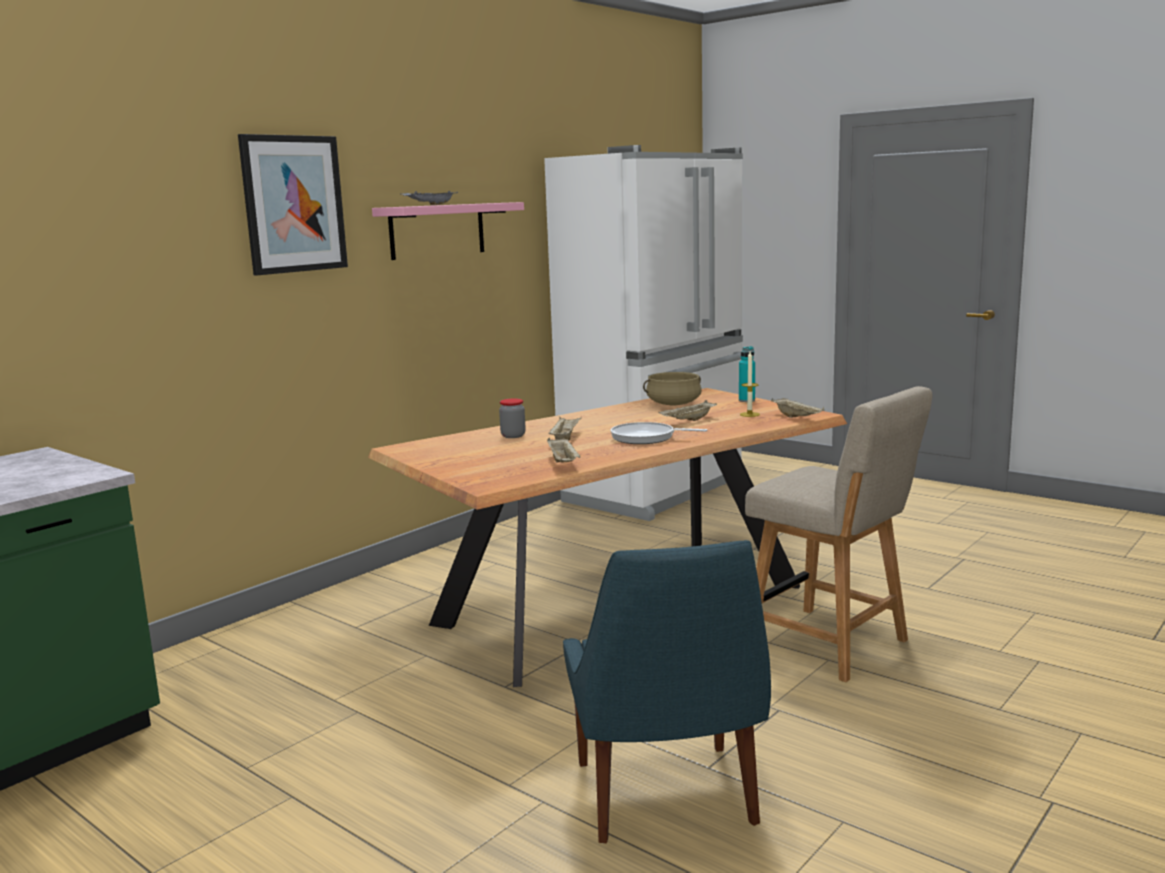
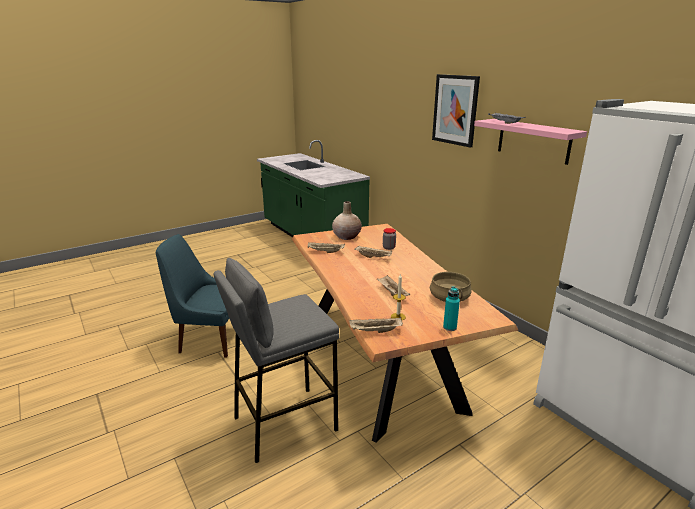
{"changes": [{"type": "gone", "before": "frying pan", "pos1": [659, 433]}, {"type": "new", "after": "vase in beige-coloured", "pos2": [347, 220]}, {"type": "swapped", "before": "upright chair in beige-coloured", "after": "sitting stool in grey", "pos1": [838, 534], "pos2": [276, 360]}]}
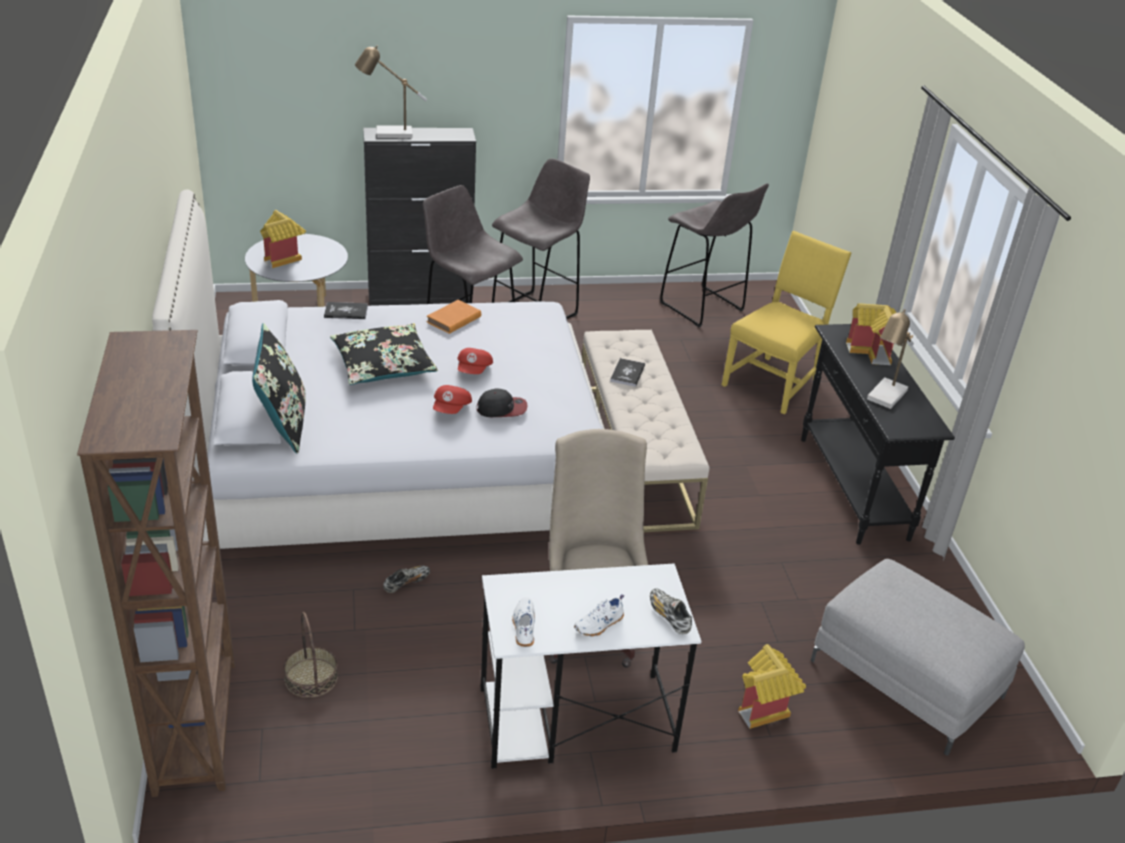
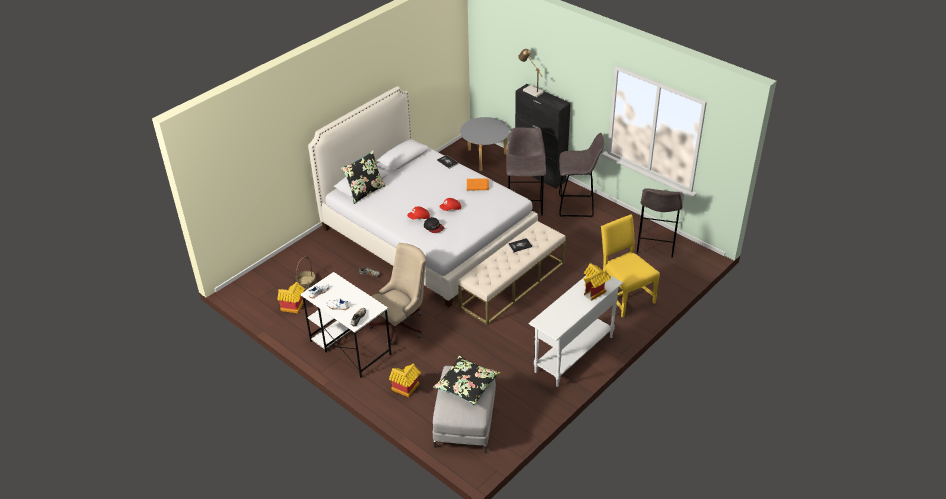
{"changes": [{"type": "gone", "before": "bookshelf in brown-coloured", "pos1": [156, 563]}, {"type": "gone", "before": "lamp for a table", "pos1": [890, 359]}, {"type": "shifted", "before": "model house", "pos1": [283, 239], "pos2": [291, 297]}, {"type": "shifted", "before": "pillow in blackish", "pos1": [384, 354], "pos2": [466, 381]}, {"type": "repainted", "before": "console table in blackish", "after": "console table in white", "pos1": [878, 434], "pos2": [575, 331]}, {"type": "rotated", "before": "upright chair in yellow", "pos1": [786, 322], "pos2": [630, 266], "turn": -120}]}
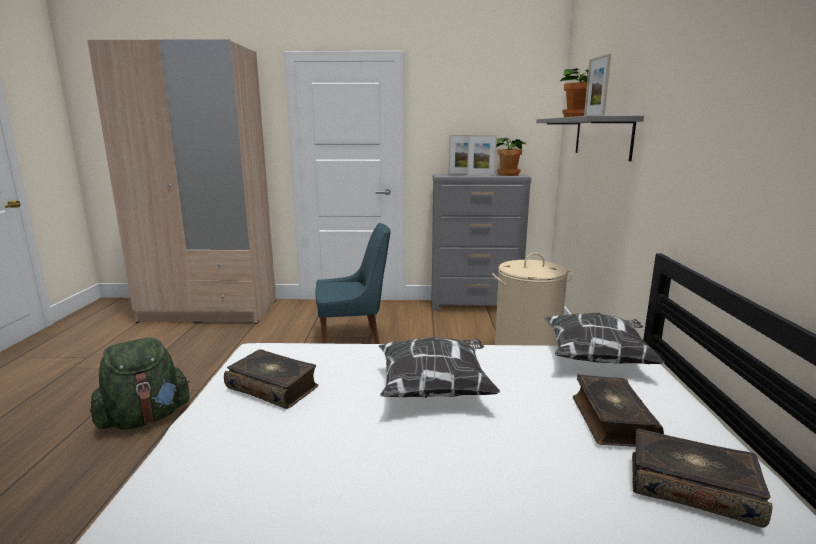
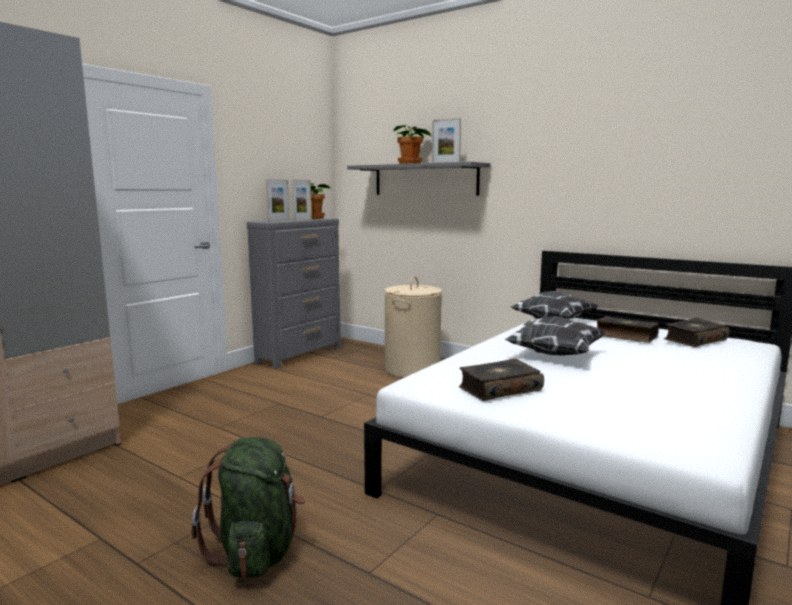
{"changes": [{"type": "gone", "before": "upright chair in bluish", "pos1": [353, 283]}]}
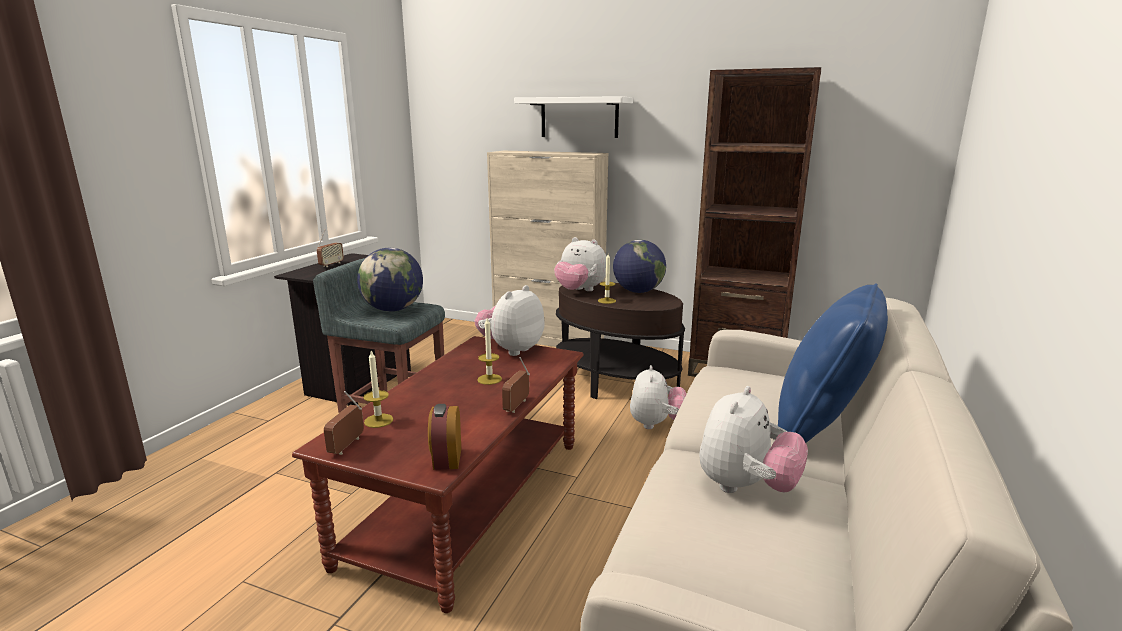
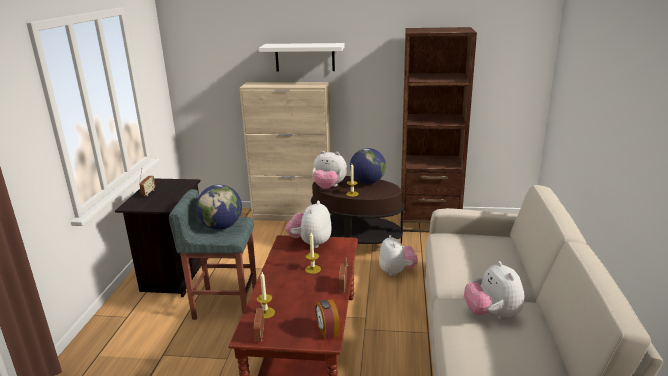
{"changes": [{"type": "gone", "before": "pillow in bluish", "pos1": [833, 363]}, {"type": "rotated", "before": "plush toy", "pos1": [754, 439], "pos2": [494, 290], "turn": 150}]}
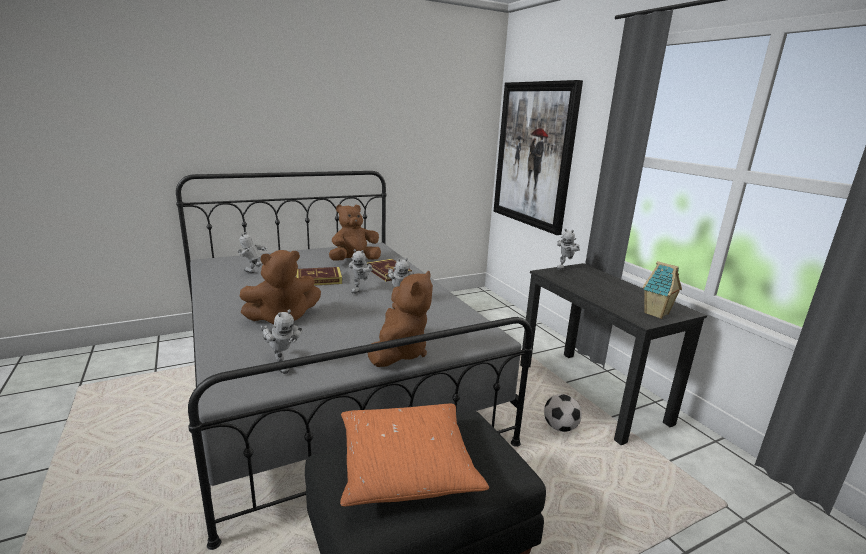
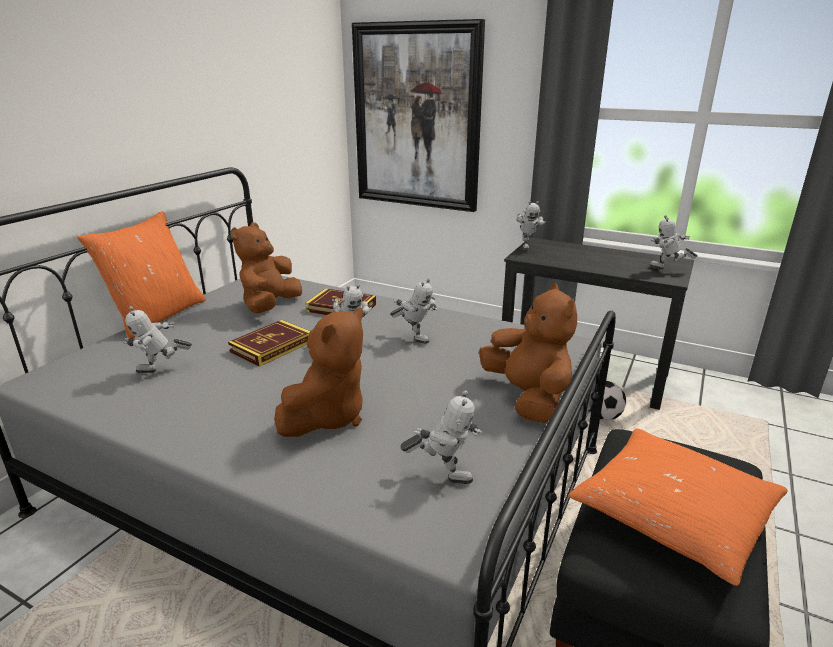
{"changes": [{"type": "new", "after": "pillow in orange-coloured", "pos2": [141, 275]}, {"type": "swapped", "before": "model house", "after": "model robot", "pos1": [662, 290], "pos2": [674, 242]}]}
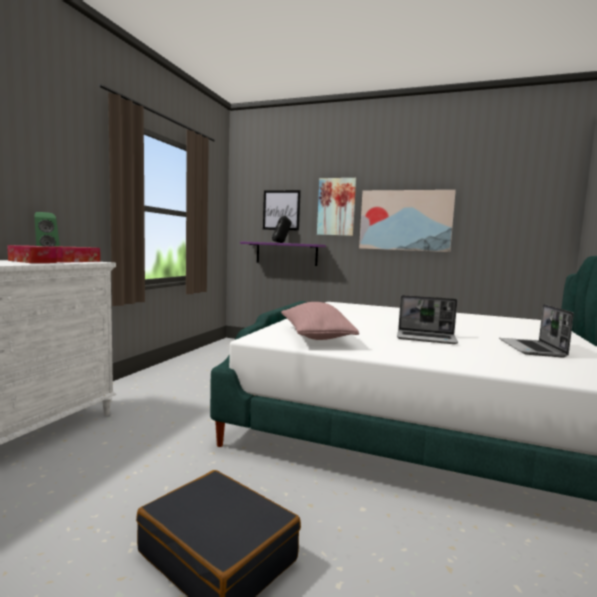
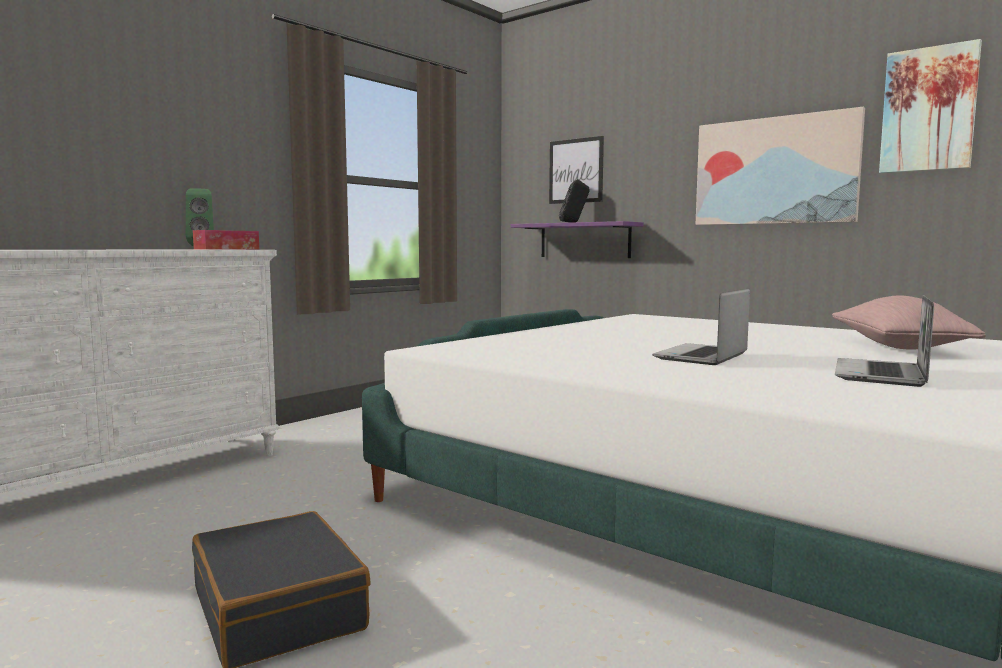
{"changes": [{"type": "gone", "before": "box of tissues", "pos1": [32, 254]}, {"type": "shifted", "before": "pillow in pink-coloured", "pos1": [320, 321], "pos2": [909, 322]}, {"type": "shifted", "before": "wall art", "pos1": [336, 207], "pos2": [930, 106]}, {"type": "rotated", "before": "portable computer", "pos1": [427, 319], "pos2": [701, 326], "turn": 90}]}
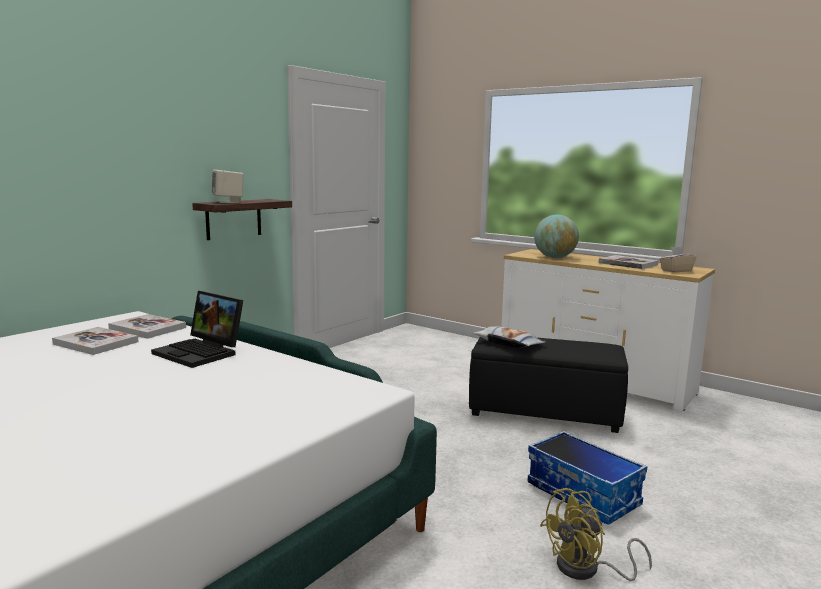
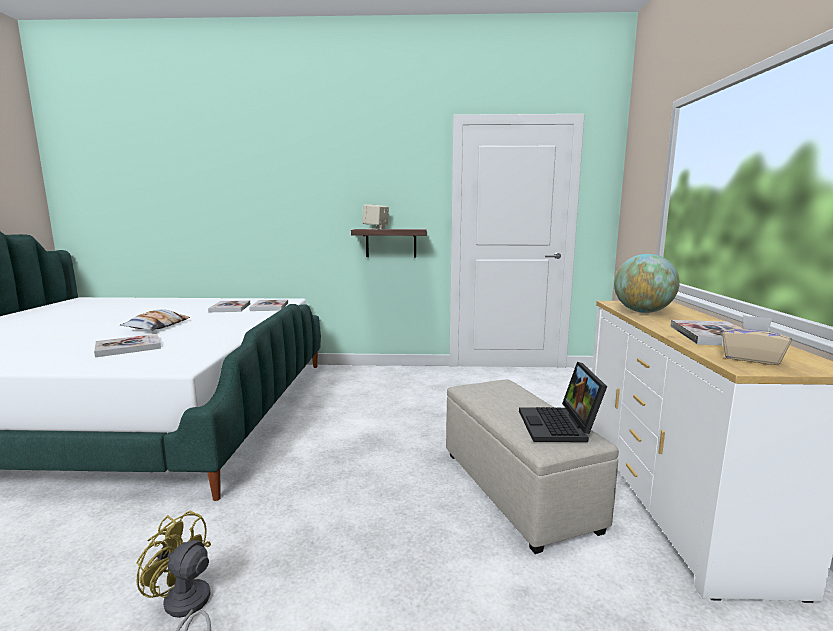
{"changes": [{"type": "gone", "before": "storage bin", "pos1": [587, 478]}, {"type": "new", "after": "volume", "pos2": [127, 345]}, {"type": "shifted", "before": "portable computer", "pos1": [197, 329], "pos2": [563, 402]}, {"type": "shifted", "before": "pillow", "pos1": [509, 337], "pos2": [154, 319]}, {"type": "repainted", "before": "footrest in blackish", "after": "footrest in beige-coloured", "pos1": [548, 385], "pos2": [532, 466]}]}
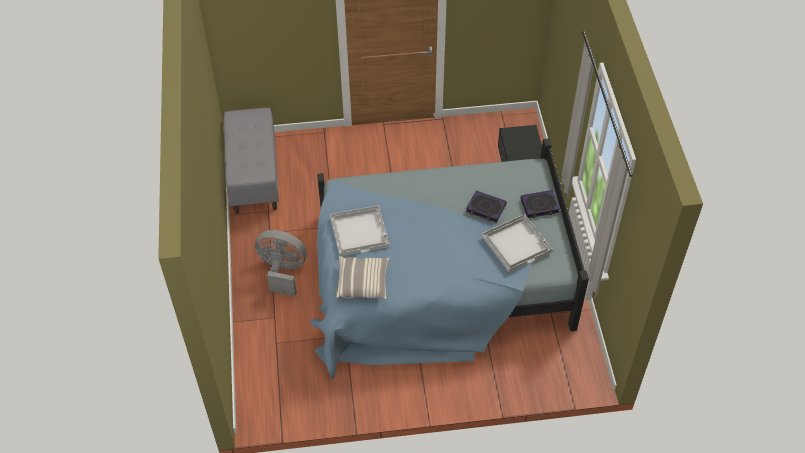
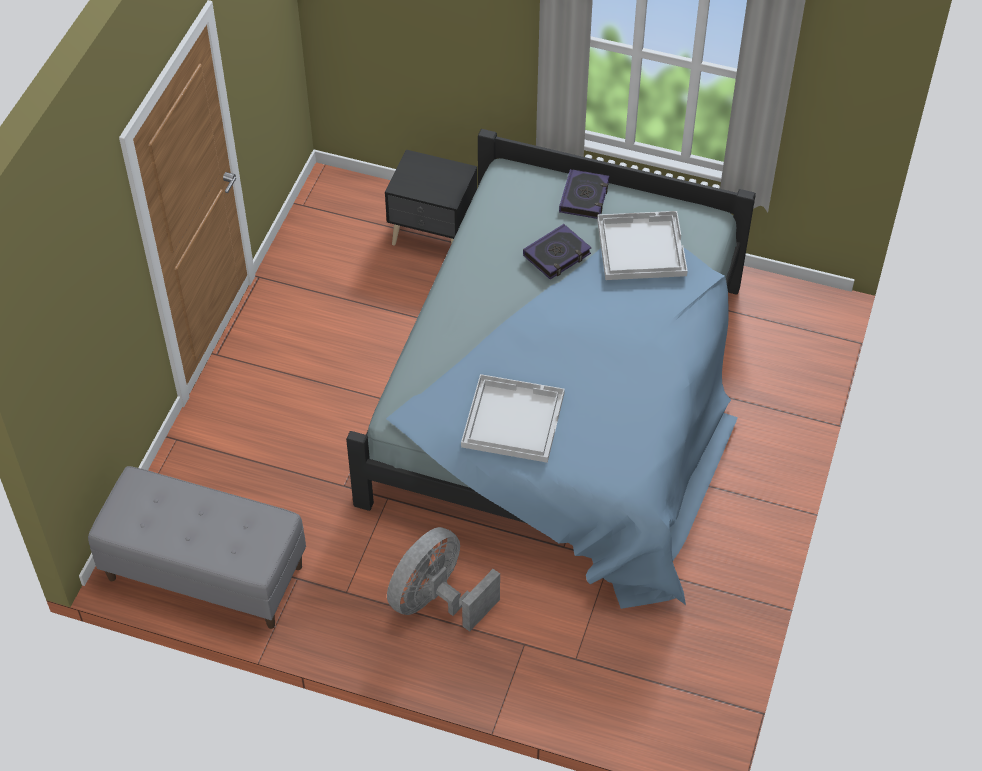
{"changes": [{"type": "gone", "before": "pillow", "pos1": [362, 277]}]}
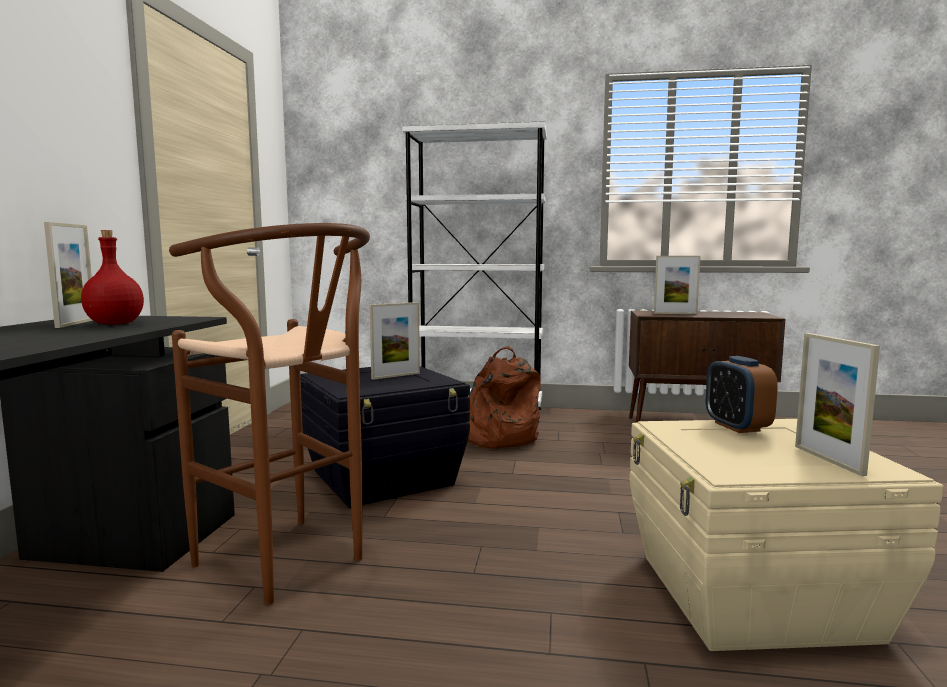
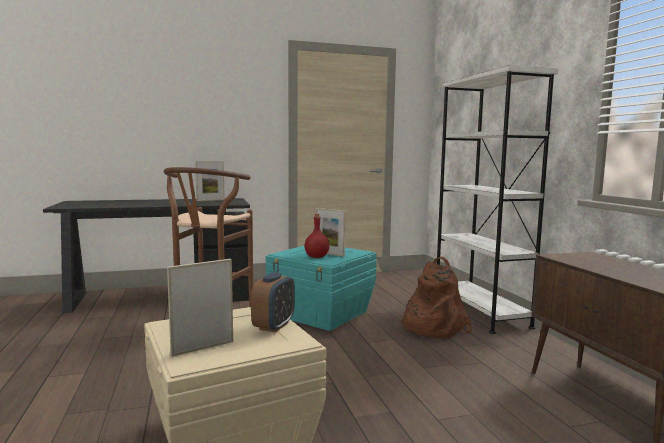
{"changes": [{"type": "gone", "before": "photo frame", "pos1": [677, 285]}, {"type": "shifted", "before": "drink bottle in reddish", "pos1": [112, 277], "pos2": [317, 236]}, {"type": "repainted", "before": "storage bin in blackish", "after": "storage bin in turquoise-coloured", "pos1": [385, 437], "pos2": [321, 288]}, {"type": "rotated", "before": "alarm clock", "pos1": [742, 394], "pos2": [273, 302], "turn": 150}]}
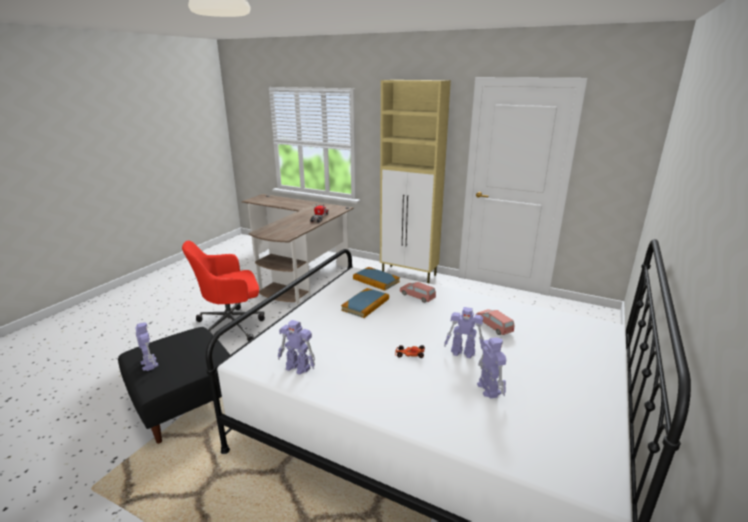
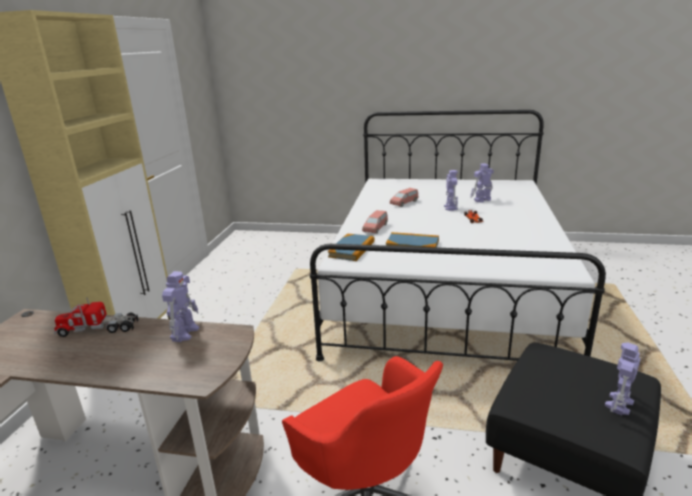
{"changes": [{"type": "shifted", "before": "model robot", "pos1": [296, 347], "pos2": [180, 306]}]}
